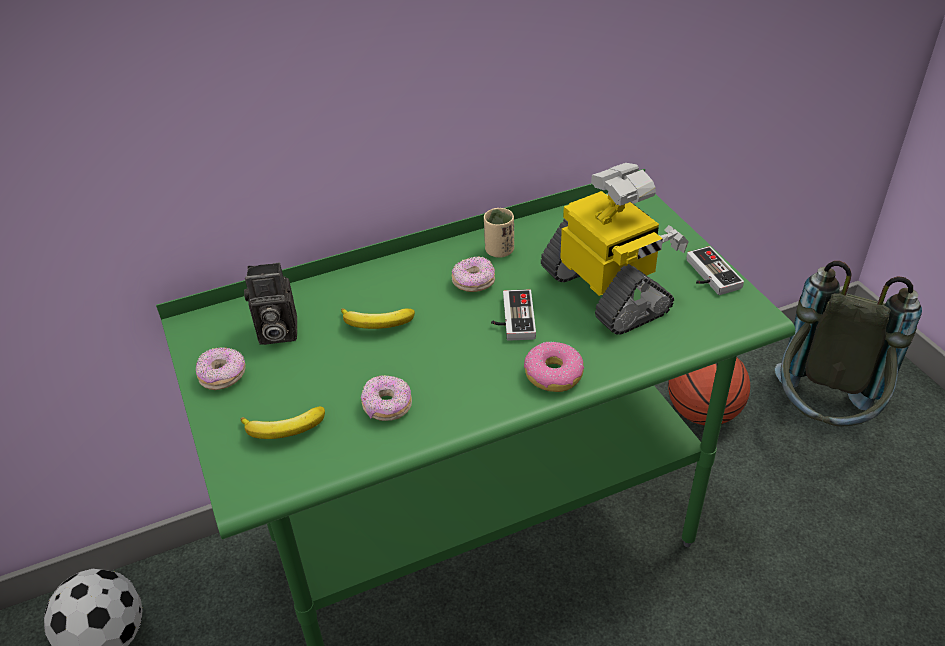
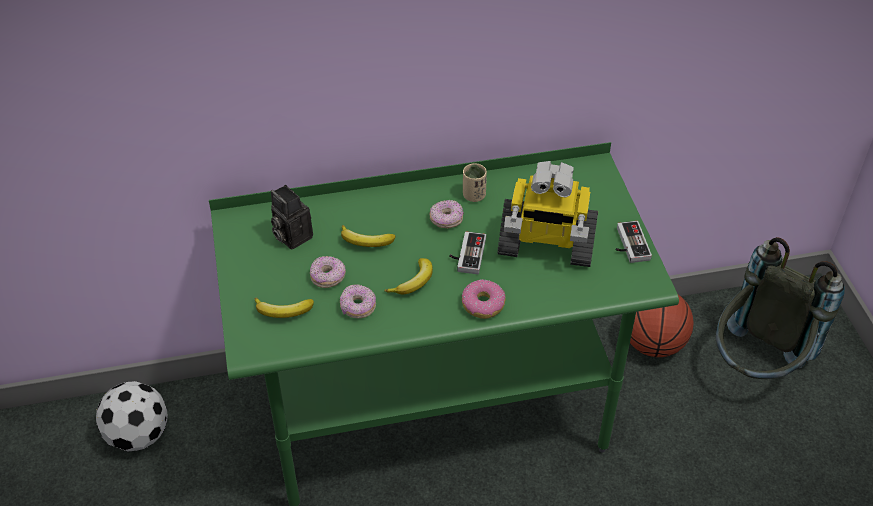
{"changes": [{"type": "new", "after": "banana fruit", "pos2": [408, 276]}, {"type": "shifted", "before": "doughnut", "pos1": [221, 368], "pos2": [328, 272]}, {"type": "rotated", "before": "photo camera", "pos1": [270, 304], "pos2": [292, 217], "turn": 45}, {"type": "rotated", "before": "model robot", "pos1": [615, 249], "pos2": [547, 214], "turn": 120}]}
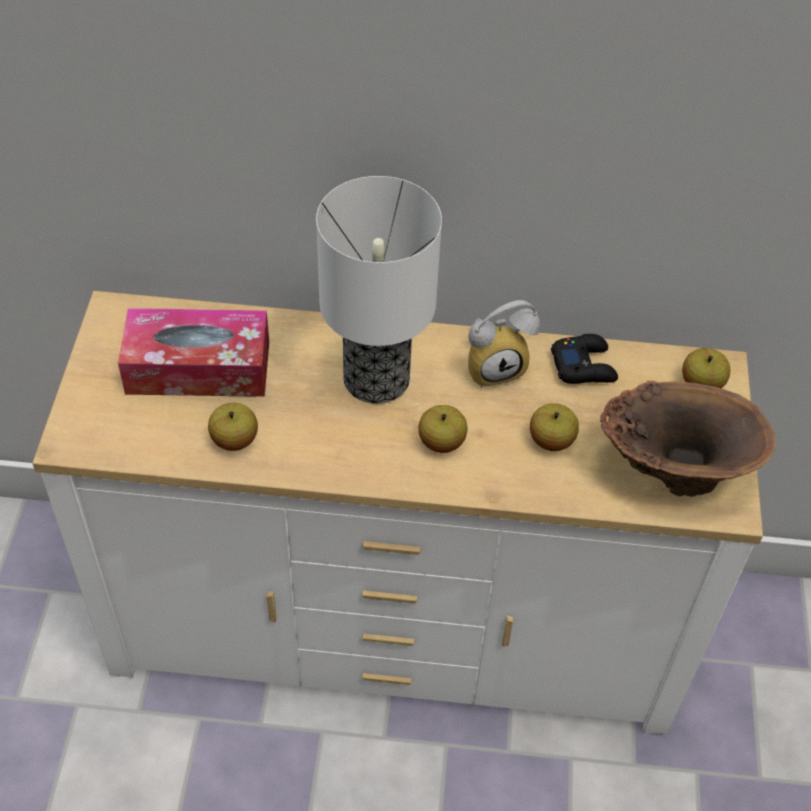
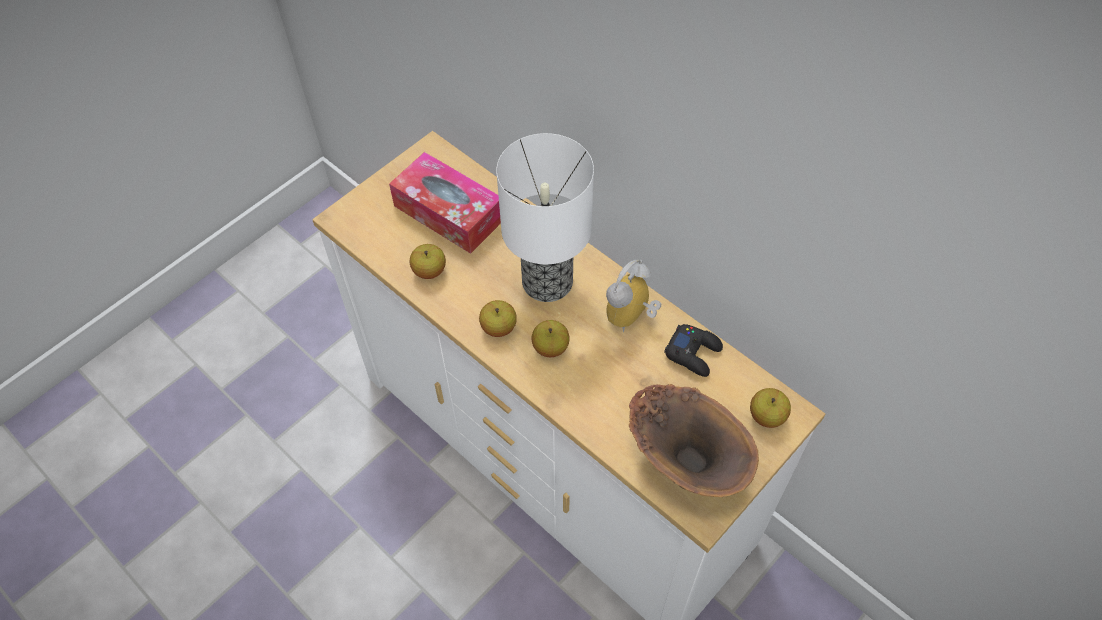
{"changes": [{"type": "shifted", "before": "apple", "pos1": [554, 427], "pos2": [498, 318]}, {"type": "rotated", "before": "alarm clock", "pos1": [504, 344], "pos2": [633, 295], "turn": 105}]}
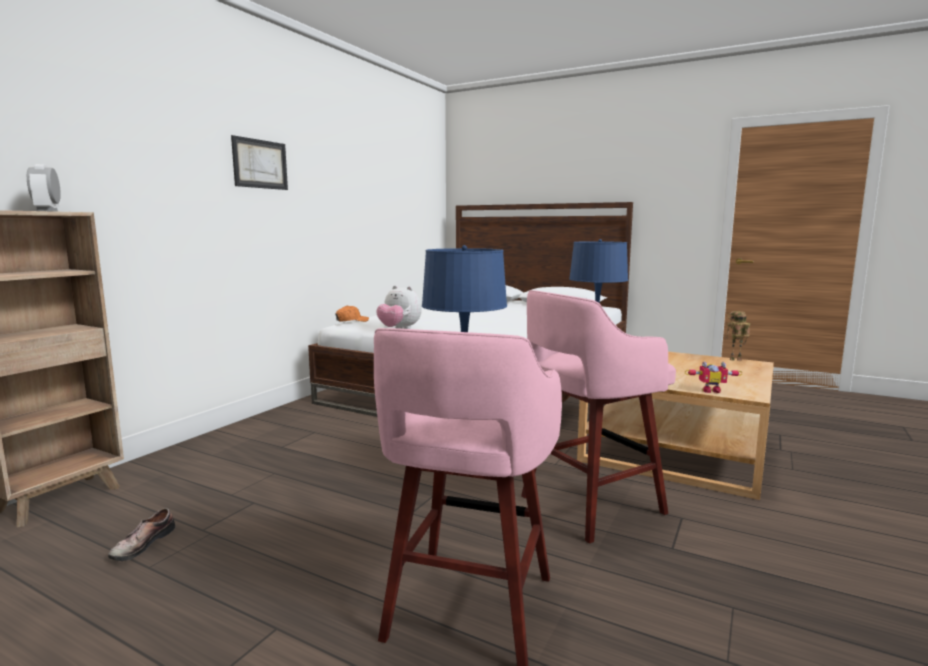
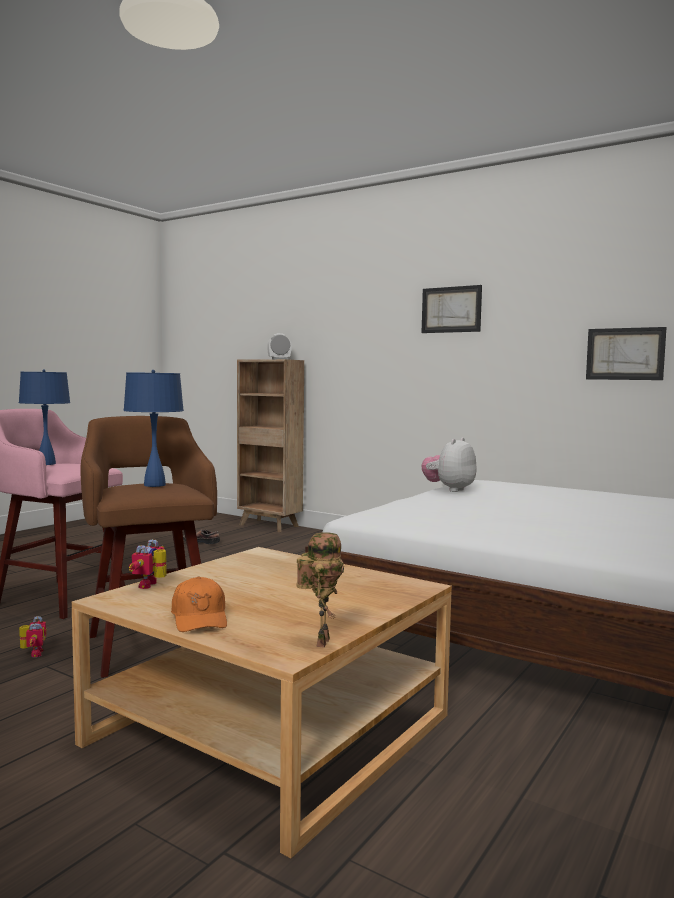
{"changes": [{"type": "new", "after": "model robot", "pos2": [33, 636]}, {"type": "new", "after": "wall art", "pos2": [626, 353]}, {"type": "shifted", "before": "cap in orange-coloured", "pos1": [352, 313], "pos2": [199, 604]}, {"type": "repainted", "before": "sitting stool in pink-coloured", "after": "sitting stool in brown-coloured", "pos1": [598, 417], "pos2": [149, 547]}]}
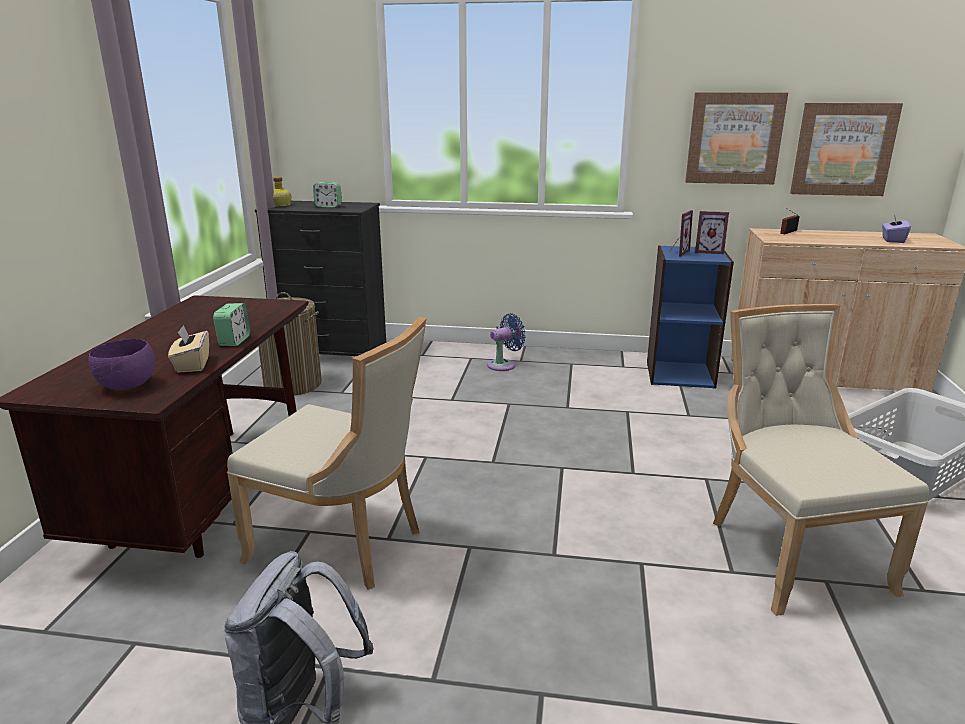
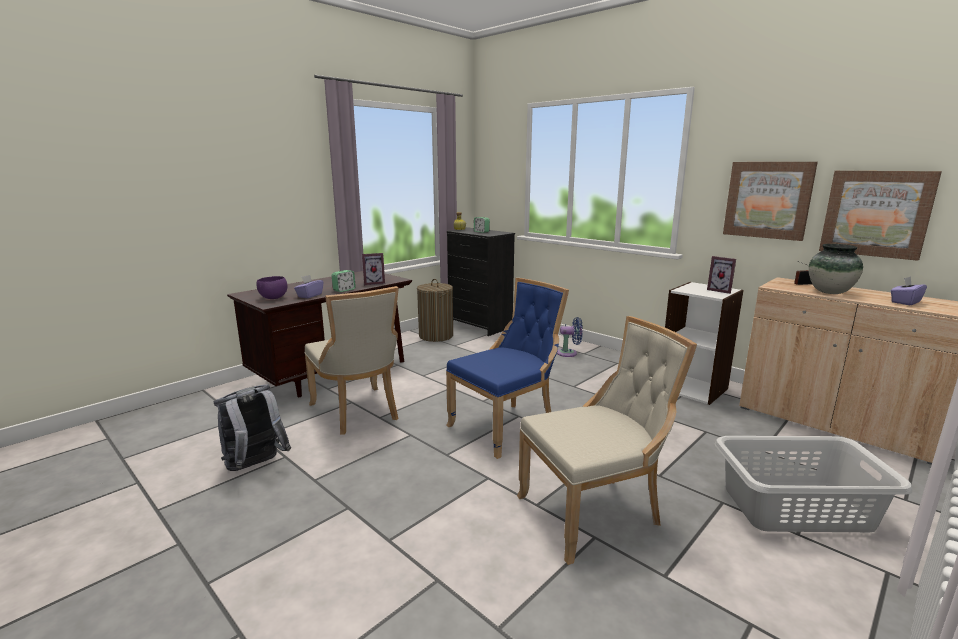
{"changes": [{"type": "new", "after": "upright chair in bluish", "pos2": [507, 368]}, {"type": "new", "after": "vase", "pos2": [836, 269]}, {"type": "shifted", "before": "photo frame", "pos1": [681, 233], "pos2": [373, 269]}, {"type": "repainted", "before": "box of tissues in beige-coloured", "after": "box of tissues in purple", "pos1": [188, 349], "pos2": [308, 286]}, {"type": "repainted", "before": "bookshelf in bluish", "after": "bookshelf in white", "pos1": [690, 317], "pos2": [704, 343]}, {"type": "rotated", "before": "upright chair in beige-coloured", "pos1": [821, 460], "pos2": [607, 440], "turn": 45}]}
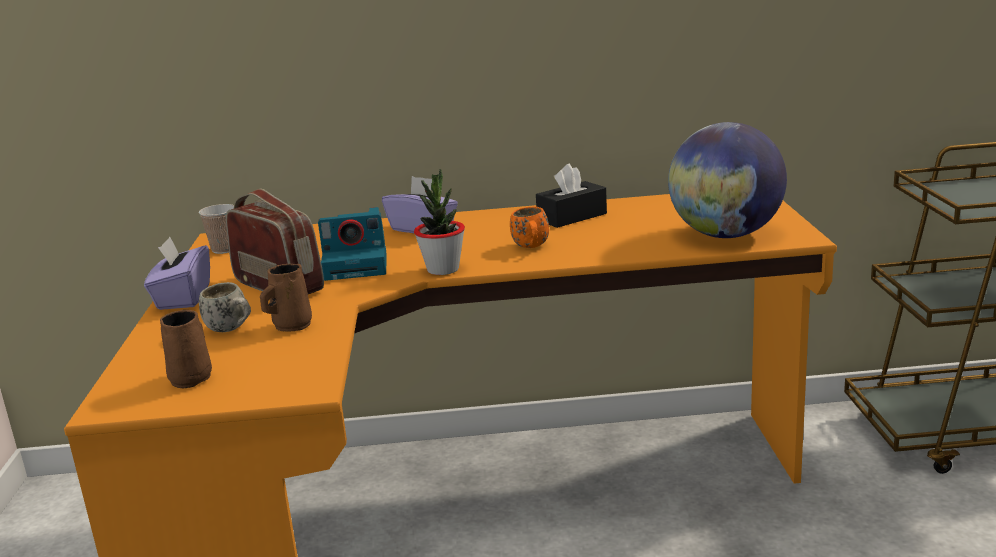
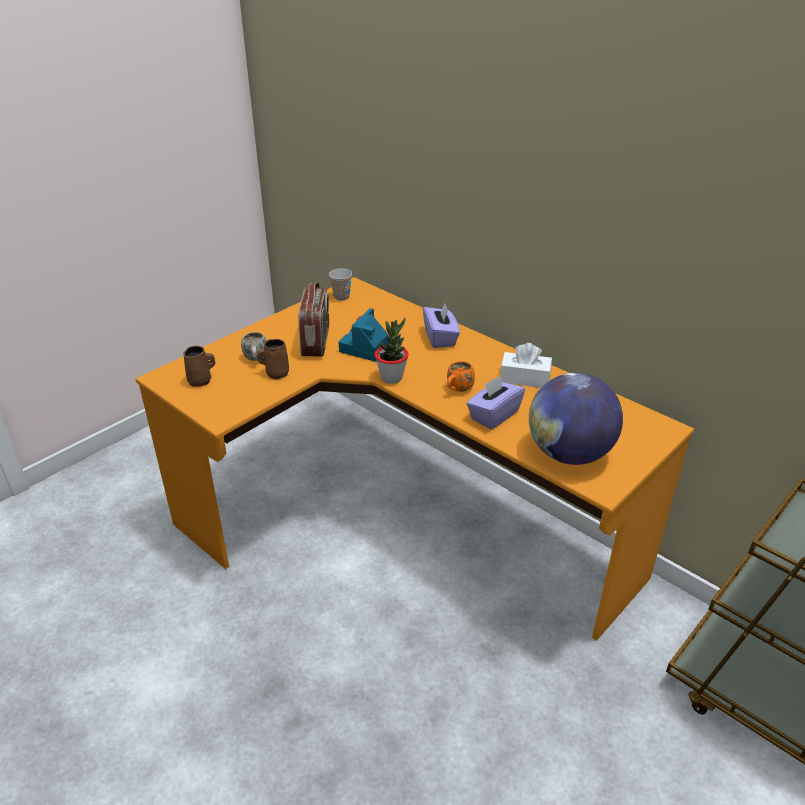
{"changes": [{"type": "shifted", "before": "box of tissues in purple", "pos1": [177, 273], "pos2": [496, 402]}, {"type": "repainted", "before": "box of tissues in blackish", "after": "box of tissues in white", "pos1": [571, 196], "pos2": [526, 365]}, {"type": "rotated", "before": "photo camera", "pos1": [352, 244], "pos2": [363, 335], "turn": 75}]}
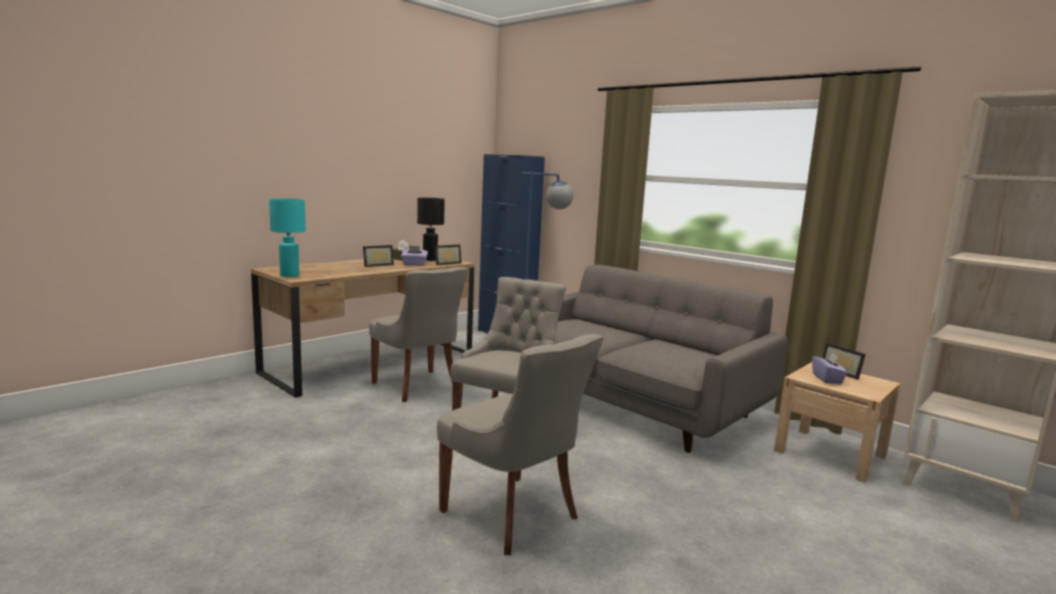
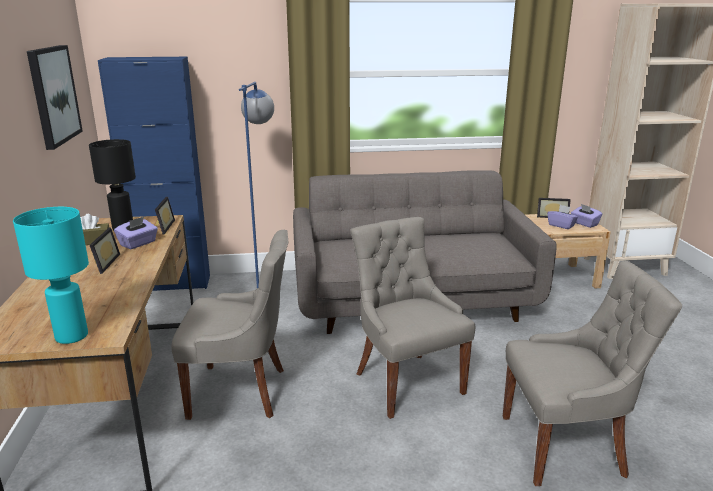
{"changes": [{"type": "new", "after": "wall art", "pos2": [55, 97]}, {"type": "new", "after": "box of tissues in purple", "pos2": [586, 216]}]}
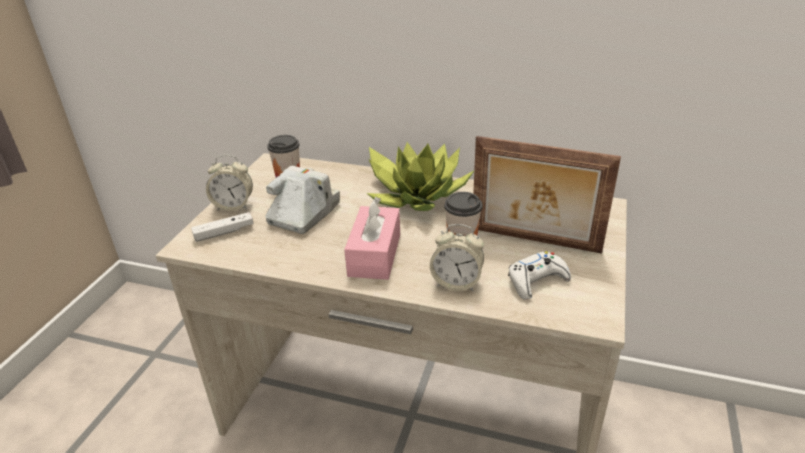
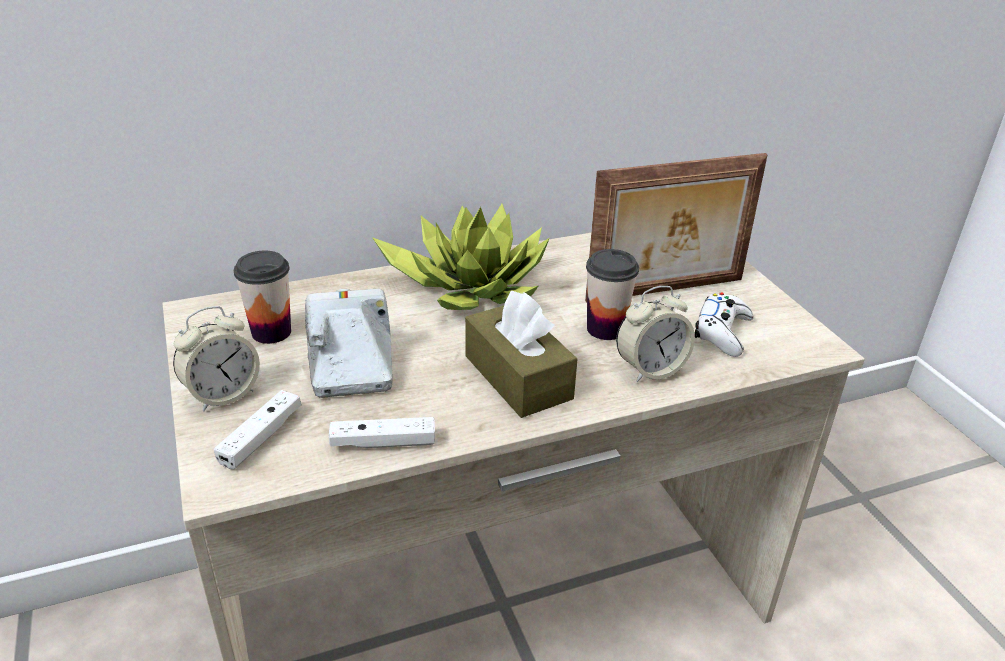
{"changes": [{"type": "new", "after": "game controller in white", "pos2": [382, 432]}, {"type": "repainted", "before": "box of tissues in pink-coloured", "after": "box of tissues in brown-coloured", "pos1": [372, 238], "pos2": [521, 354]}]}
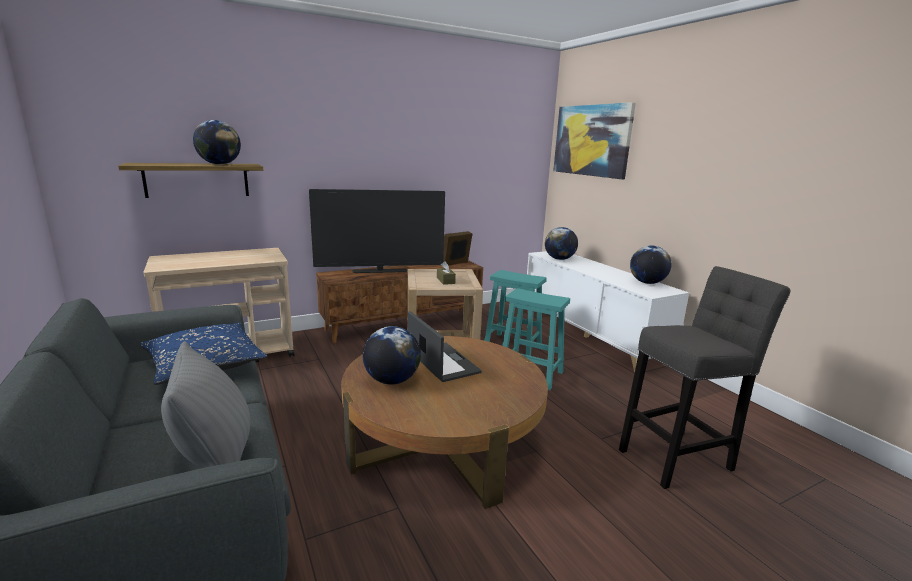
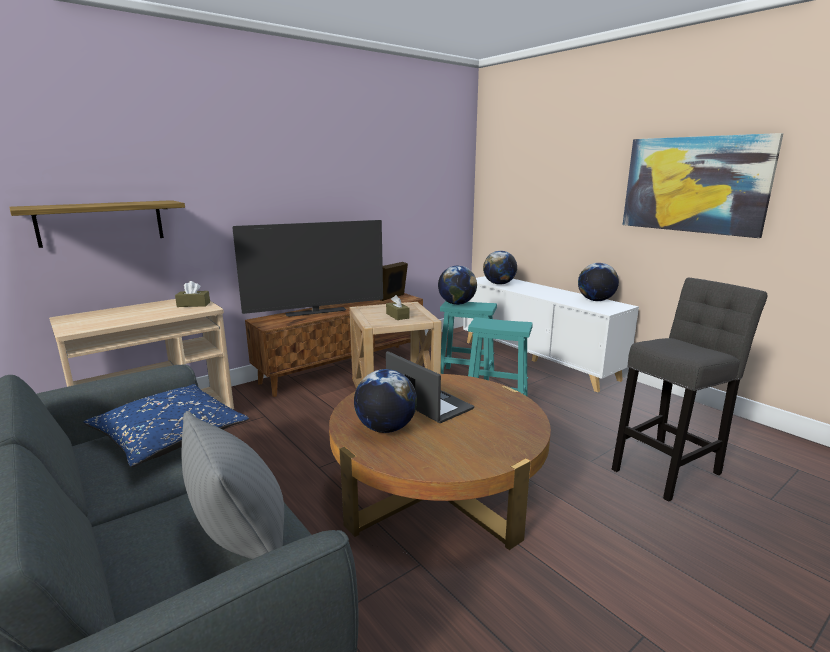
{"changes": [{"type": "new", "after": "box of tissues in brown-coloured", "pos2": [192, 294]}, {"type": "shifted", "before": "globe", "pos1": [217, 142], "pos2": [457, 285]}, {"type": "shifted", "before": "wall art", "pos1": [594, 140], "pos2": [703, 185]}]}
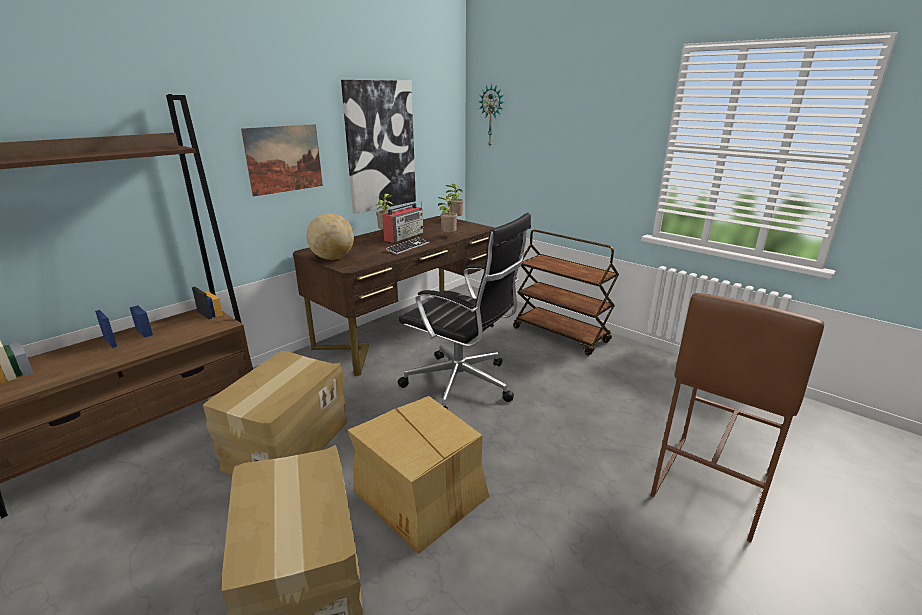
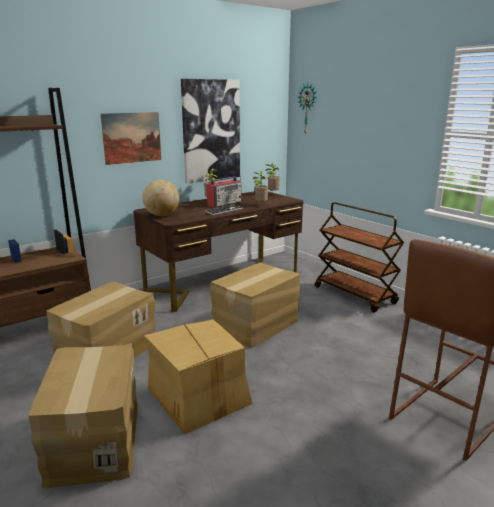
{"changes": [{"type": "swapped", "before": "office chair in blackish", "after": "packing box", "pos1": [464, 311], "pos2": [255, 305]}]}
